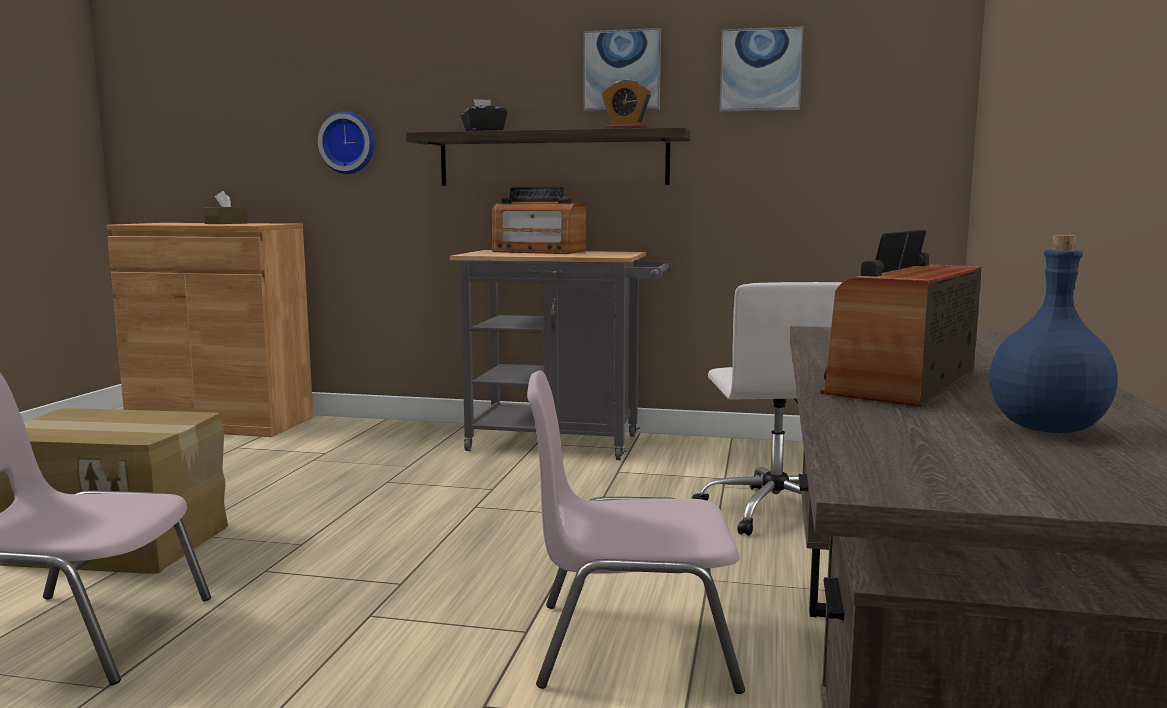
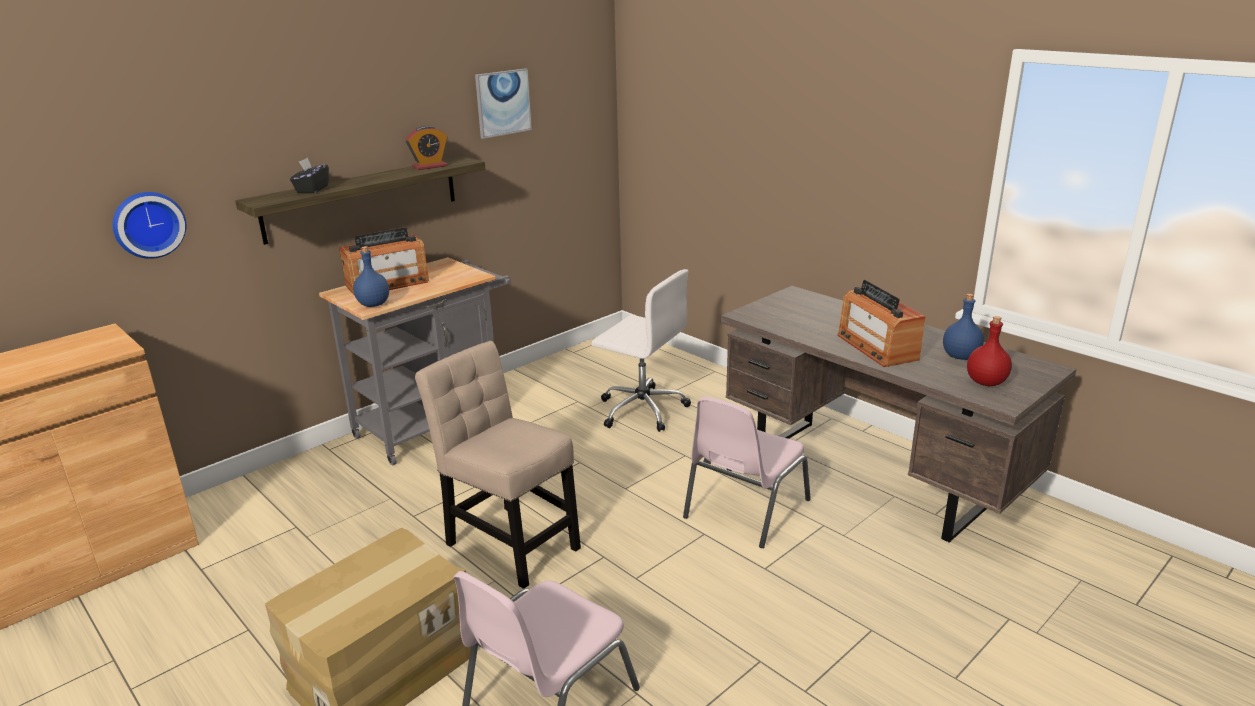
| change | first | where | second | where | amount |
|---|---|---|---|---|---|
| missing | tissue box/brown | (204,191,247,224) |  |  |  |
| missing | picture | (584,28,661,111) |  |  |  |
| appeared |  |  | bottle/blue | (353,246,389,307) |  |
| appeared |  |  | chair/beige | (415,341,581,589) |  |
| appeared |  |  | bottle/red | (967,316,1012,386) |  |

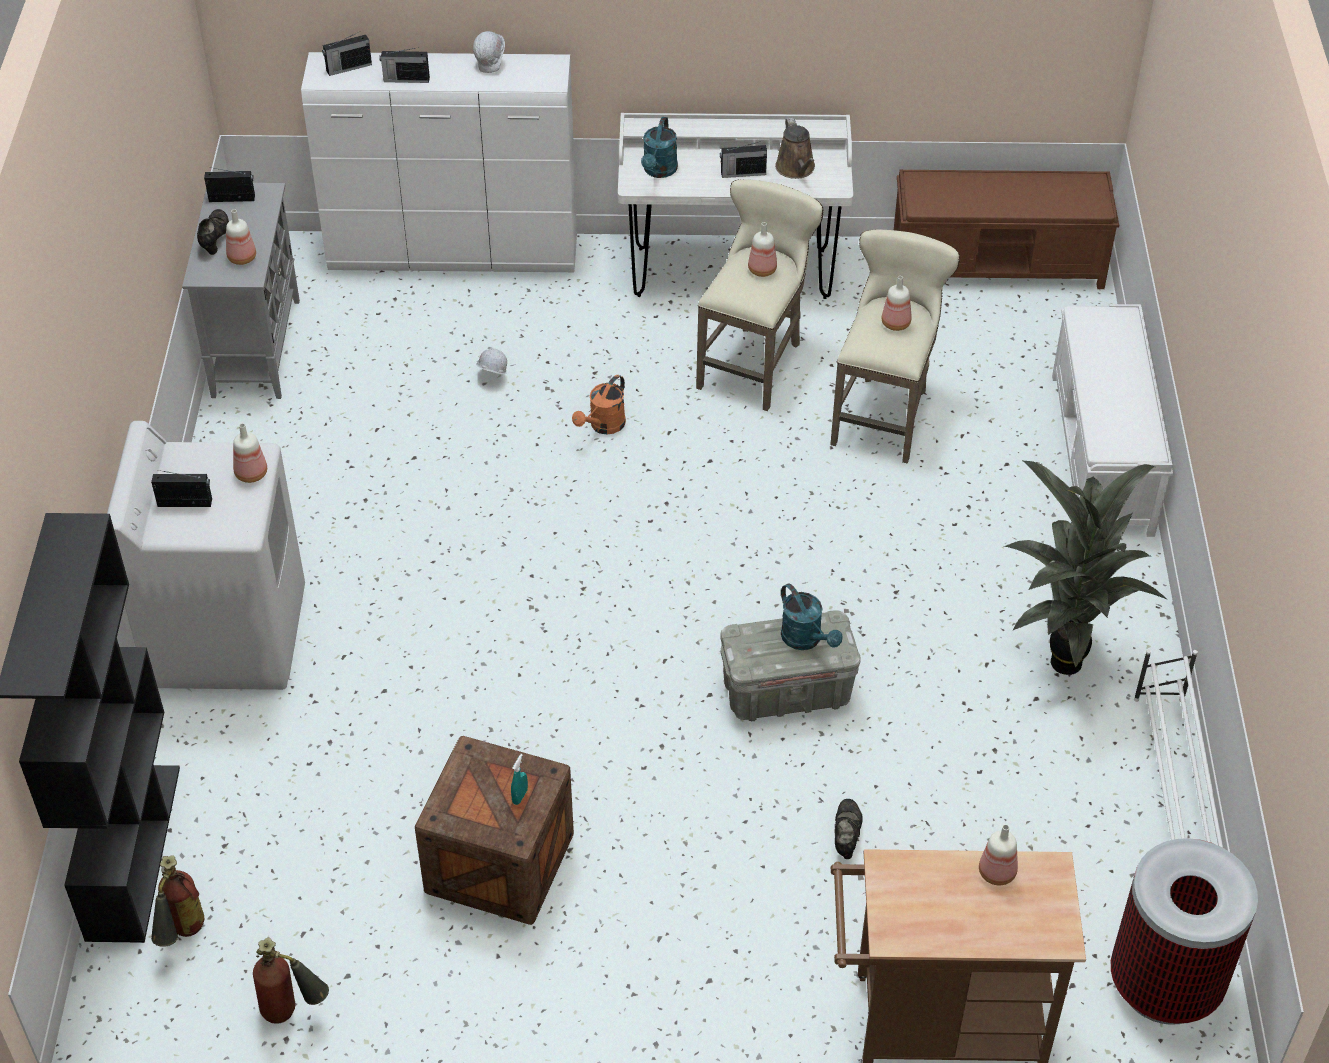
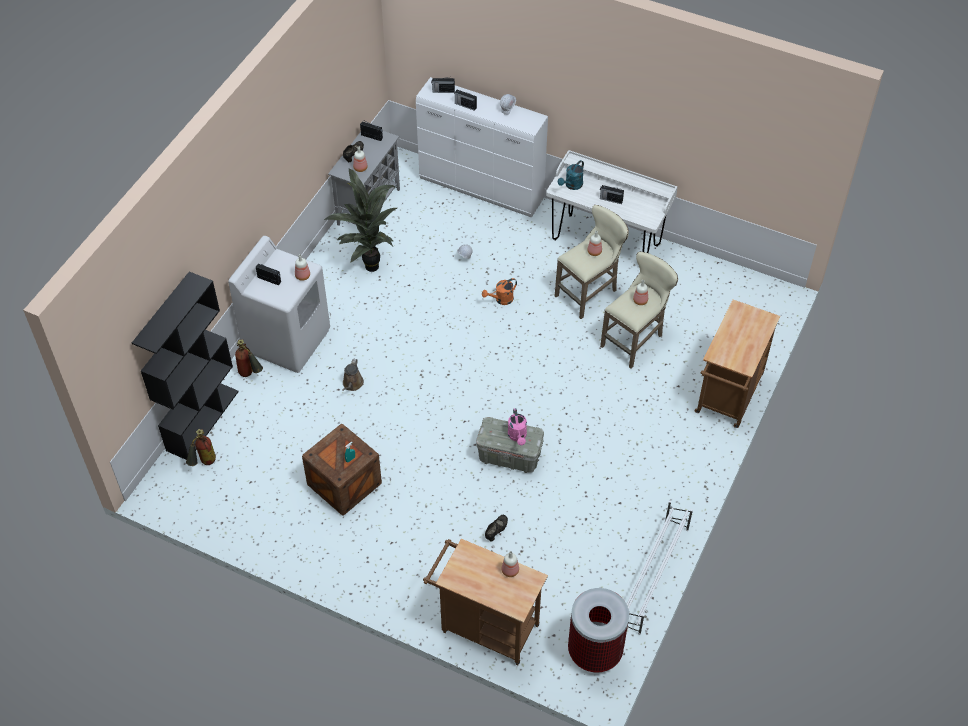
| change | first | where | second | where | amount |
|---|---|---|---|---|---|
| relocated | fire extinguisher | (253,938,329,1024) |  | (235,339,263,377) |  |
| relocated | watering can/brown | (775,118,815,179) |  | (342,359,364,391) |  |
| colour | watering can/turquoise | (781,583,842,650) | watering can/pink | (508,408,527,446) |  |
| missing | bench/brown | (894,170,1119,289) |  |  |  |
| relocated | potted plant | (1004,461,1168,675) |  | (324,168,397,272) |  |
| exchanged | bench/white | (1052,304,1173,537) | cart/brown | (695,299,780,428) |  |

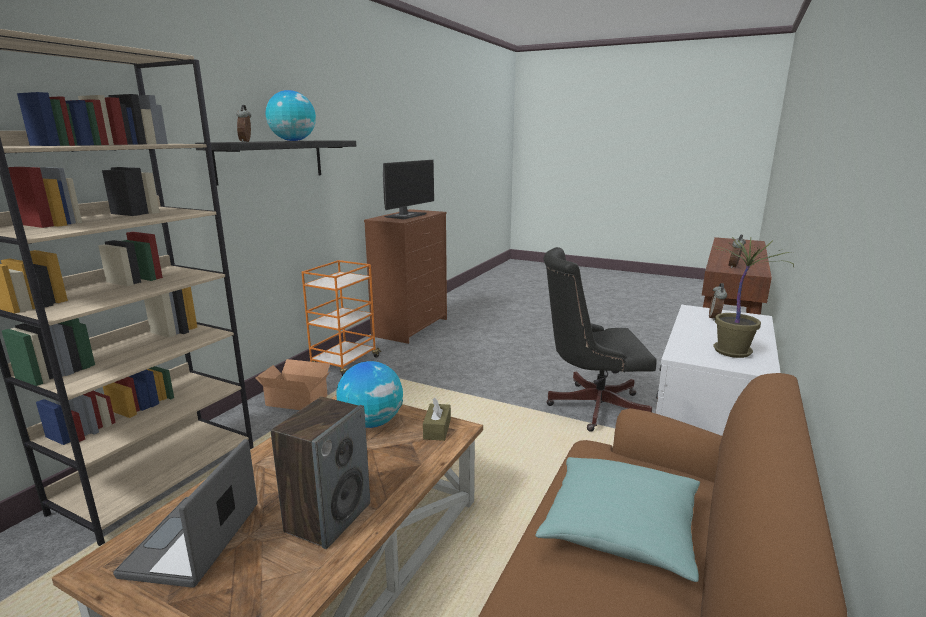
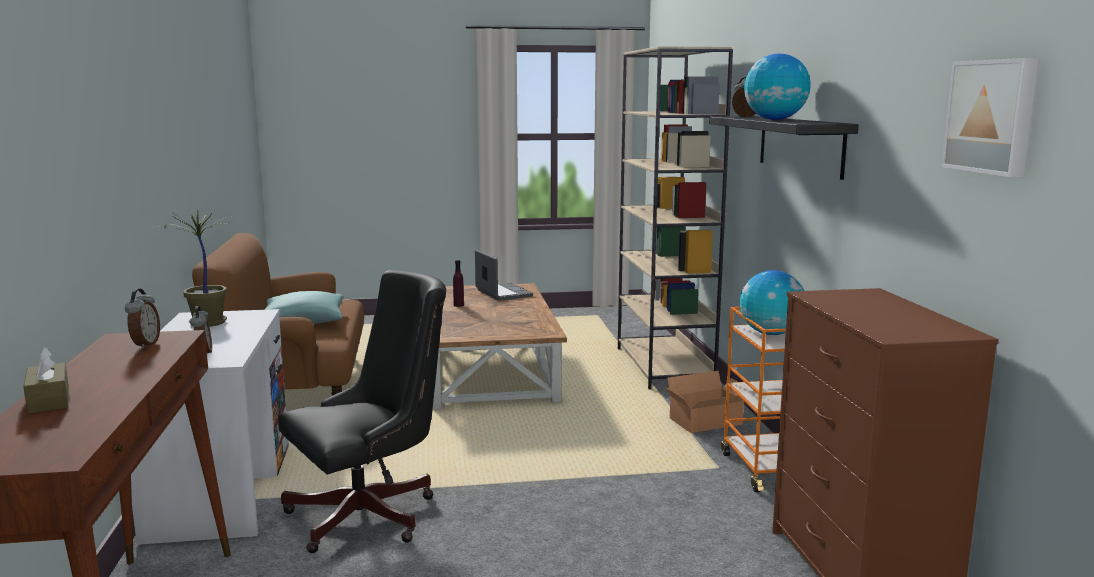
| change | first | where | second | where | amount |
|---|---|---|---|---|---|
| exchanged | speaker | (271,397,370,549) | bottle/purple | (453,260,464,307) |  |
| relocated | globe | (336,361,403,428) |  | (740,270,804,335) |  |
| missing | monitor | (383,160,434,219) |  |  |  |
| relocated | tissue box/brown | (423,398,451,441) |  | (23,347,69,414) |  |
| appeared |  |  | picture | (941,58,1039,177) |  |

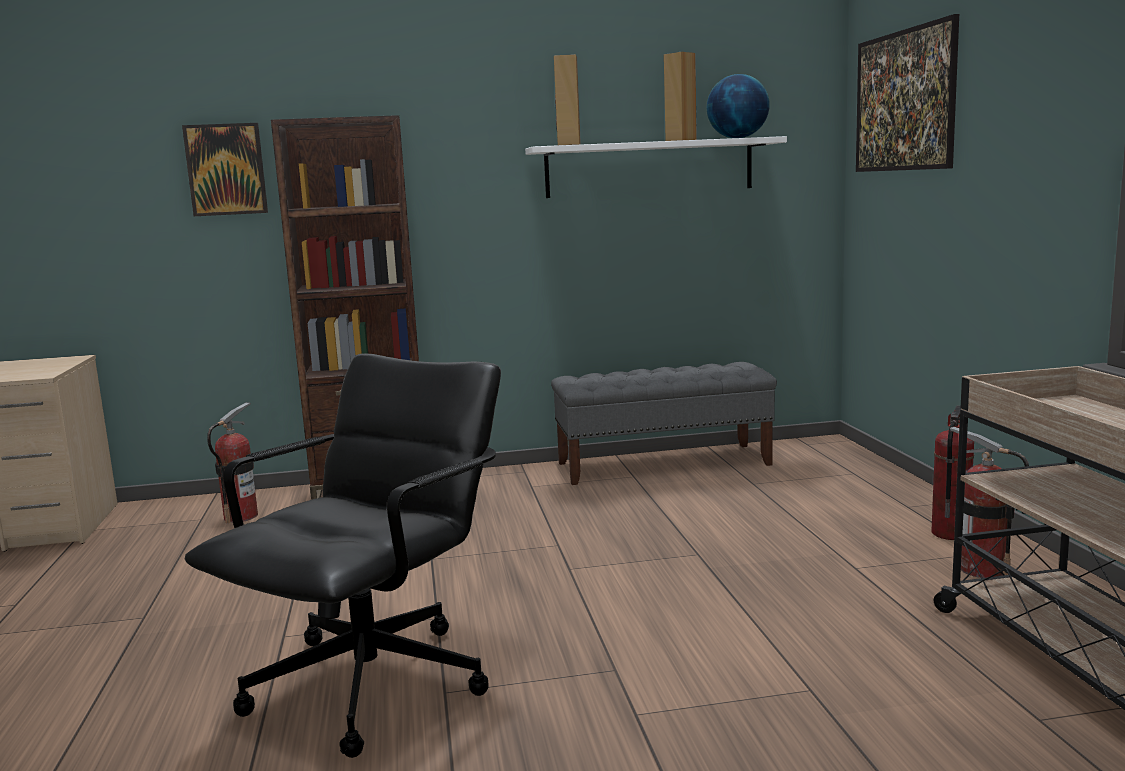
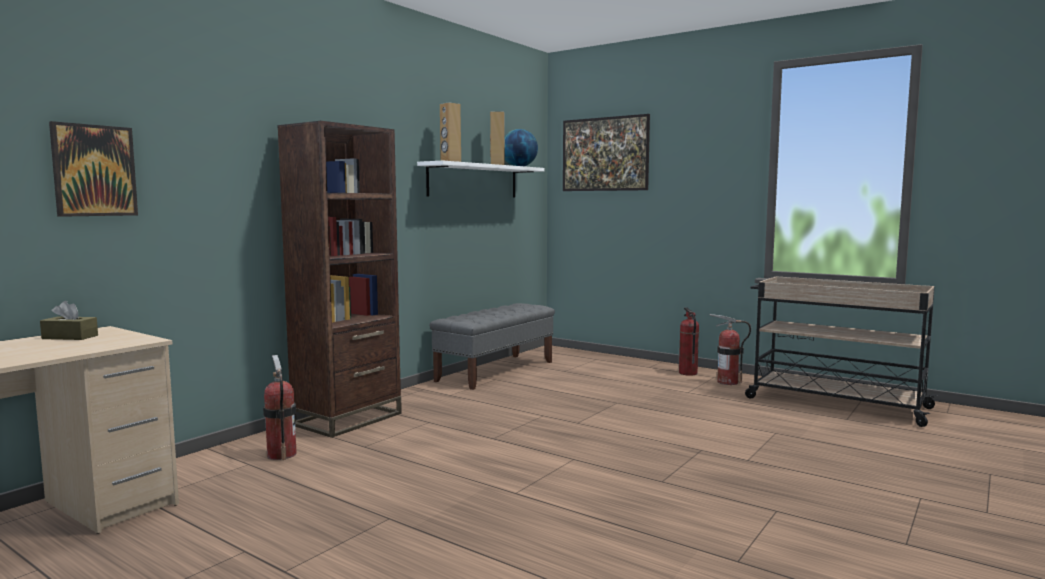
| change | first | where | second | where | amount |
|---|---|---|---|---|---|
| relocated | picture | (182,123,268,216) |  | (49,121,138,217) |  |
| missing | office chair/black | (185,354,501,758) |  |  |  |
| appeared |  |  | tissue box/brown | (40,301,98,340) |  |

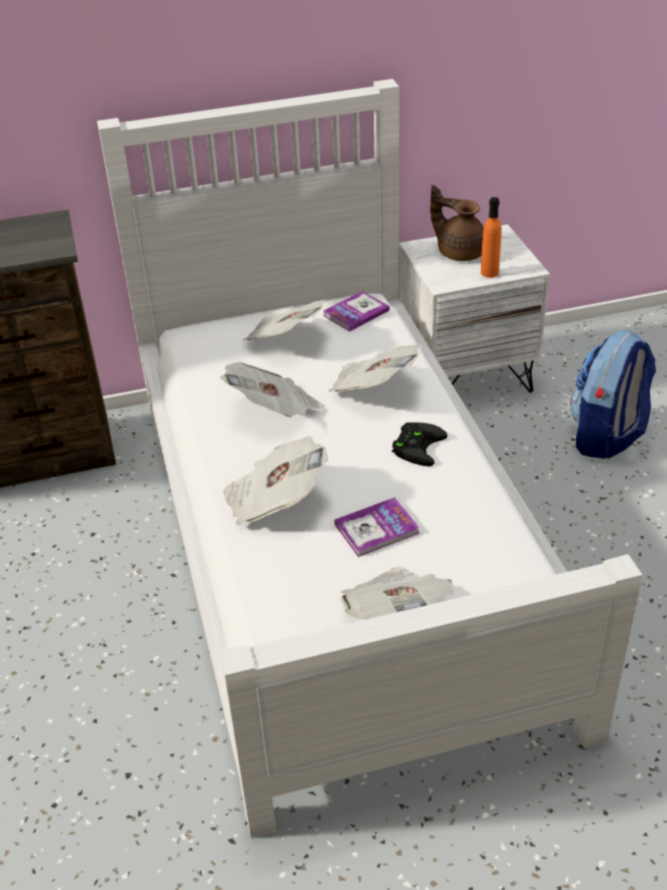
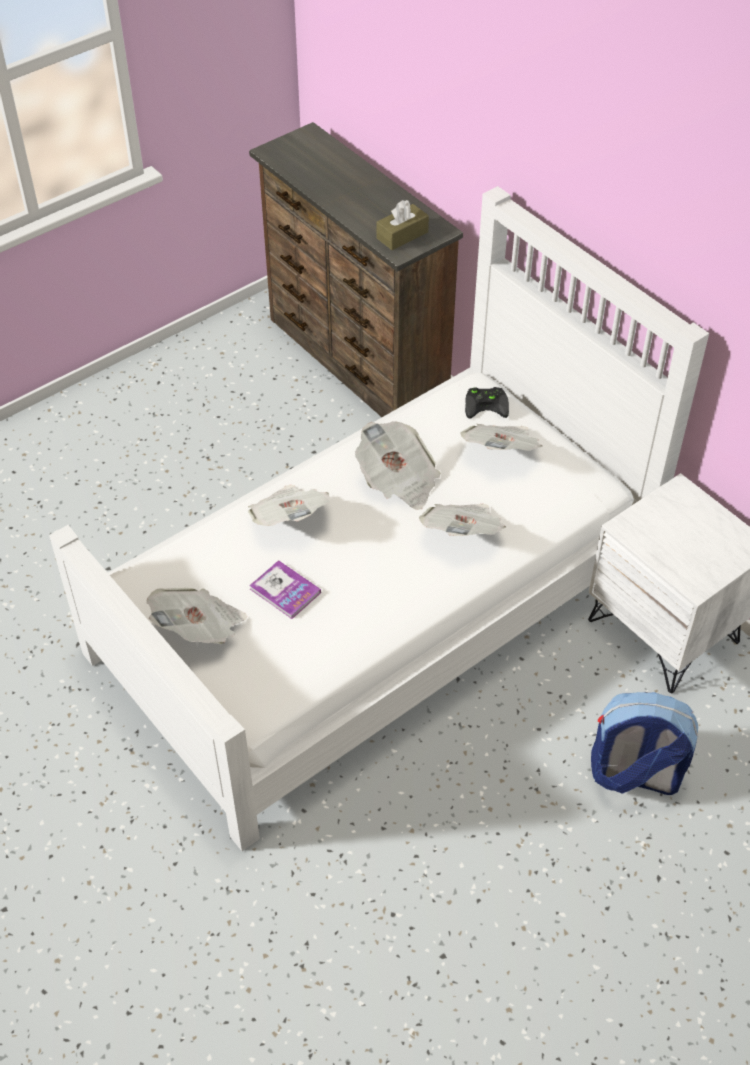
| change | first | where | second | where | amount |
|---|---|---|---|---|---|
| missing | book | (323,291,389,332) |  |  |  |
| relocated | game controller/black | (392,422,447,466) |  | (465,387,509,419) |  |
| missing | teapot/brown | (430,185,484,261) |  |  |  |
| missing | bottle/orange | (481,197,502,278) |  |  |  |
| appeared |  |  | tissue box/brown | (376,200,429,250) |  |

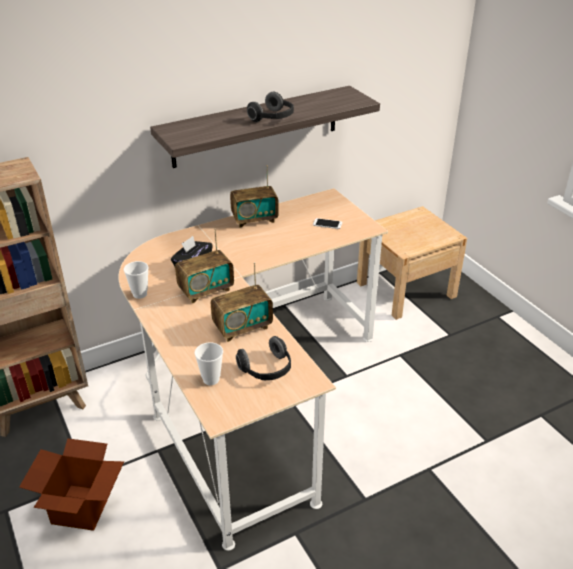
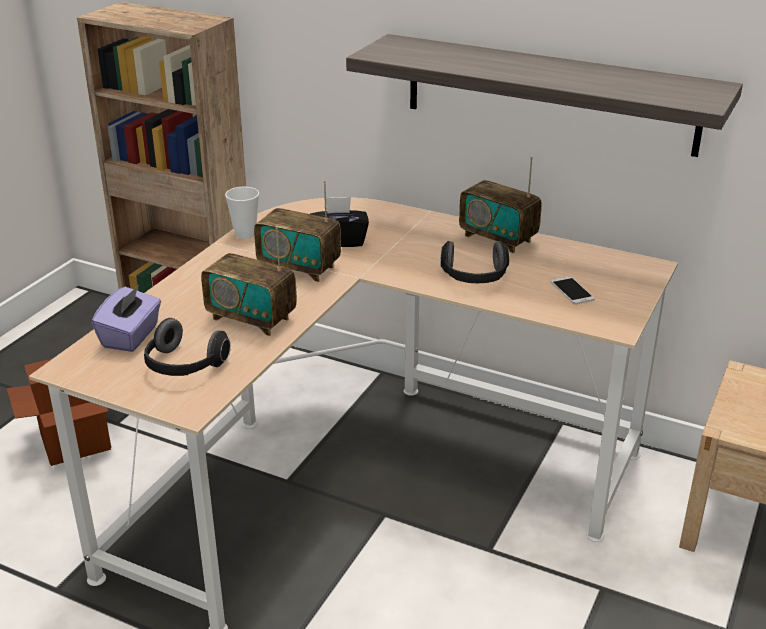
| change | first | where | second | where | amount |
|---|---|---|---|---|---|
| exchanged | cup | (195,342,223,385) | tissue box/purple | (92,285,161,352) |  |
| relocated | headphones | (247,92,294,122) |  | (440,241,510,283) |  |

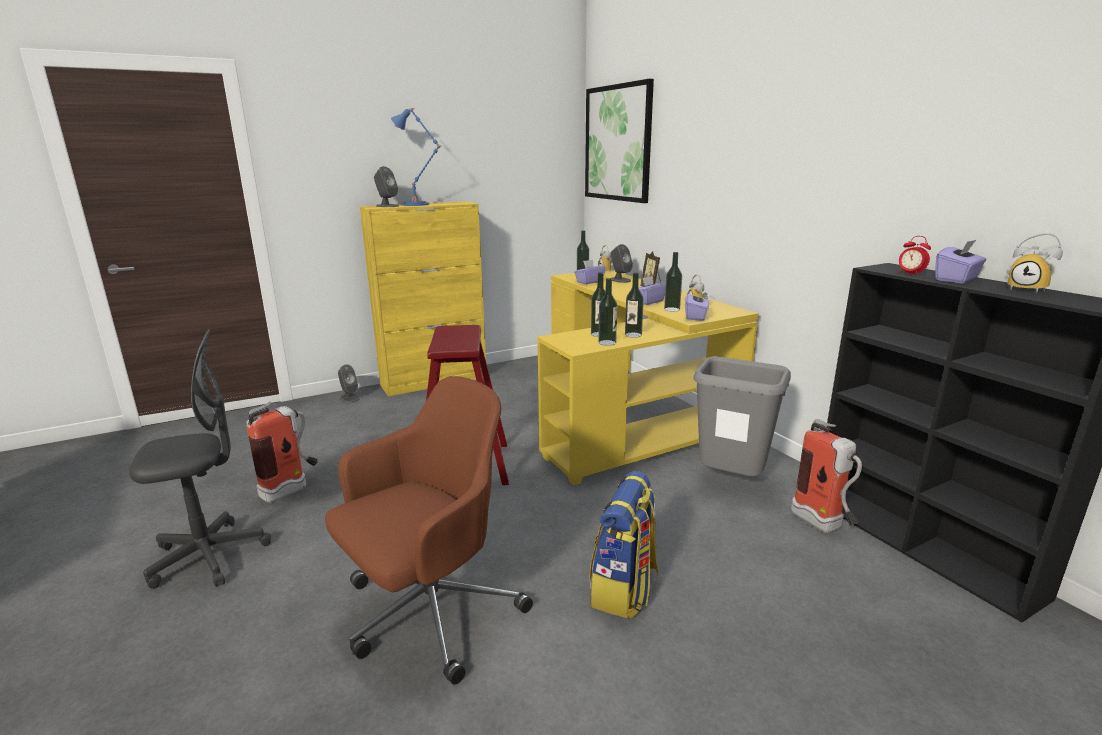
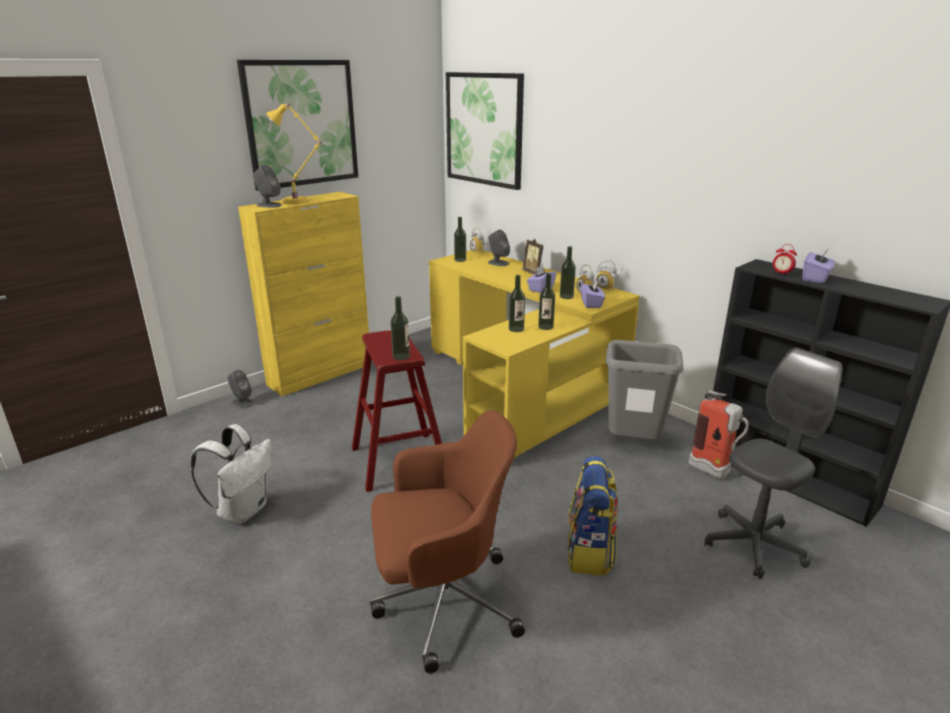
| change | first | where | second | where | amount |
|---|---|---|---|---|---|
| relocated | office chair/grey | (129,329,271,589) |  | (705,348,843,579) |  |
| exchanged | fire extinguisher | (246,402,318,503) | backpack/white | (191,424,272,524) |  |
| spun | office chair/brown | (325,376,533,685) |  | (370,410,525,673) | 45 degrees clockwise |
| colour | table lamp/blue | (391,108,441,206) | table lamp/yellow | (266,103,322,204) |  |
| missing | tissue box/purple | (574,260,606,284) |  |  |  |
| relocated | bottle | (598,278,617,346) |  | (390,296,410,361) |  |
| relocated | alarm clock | (1007,233,1063,293) |  | (596,260,617,290) |  |
| appeared |  |  | picture | (237,60,358,191) |  |

